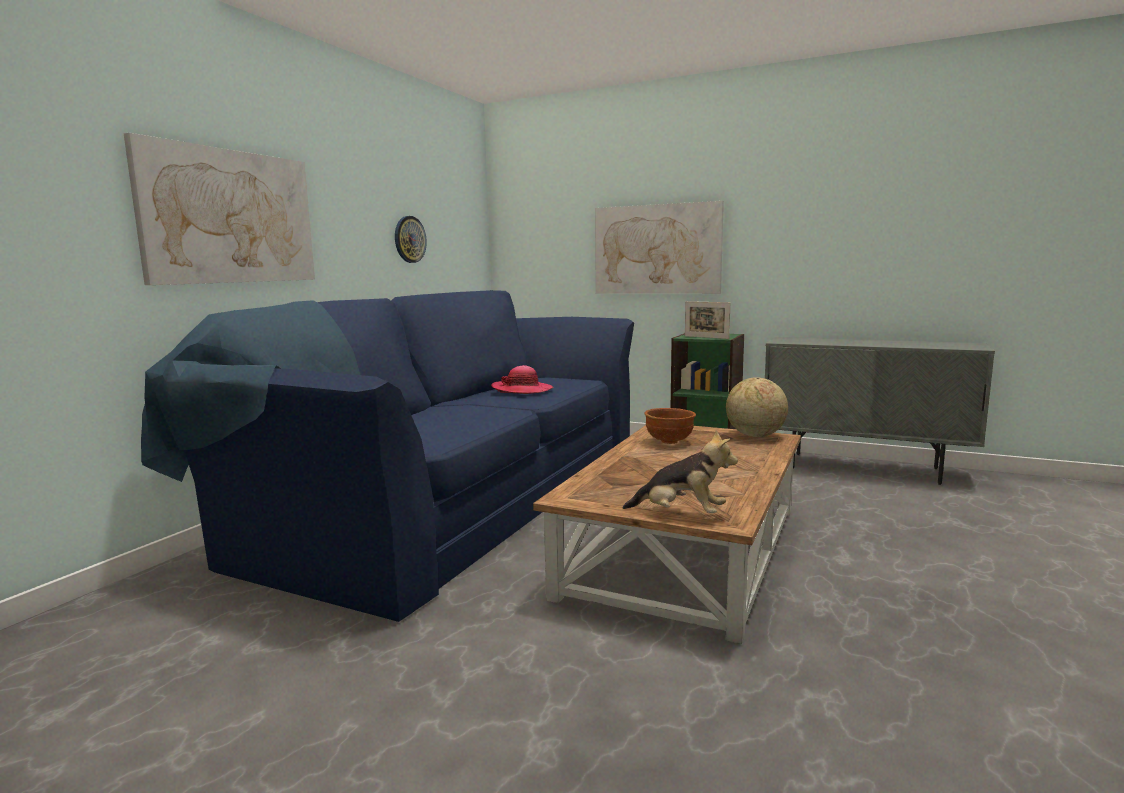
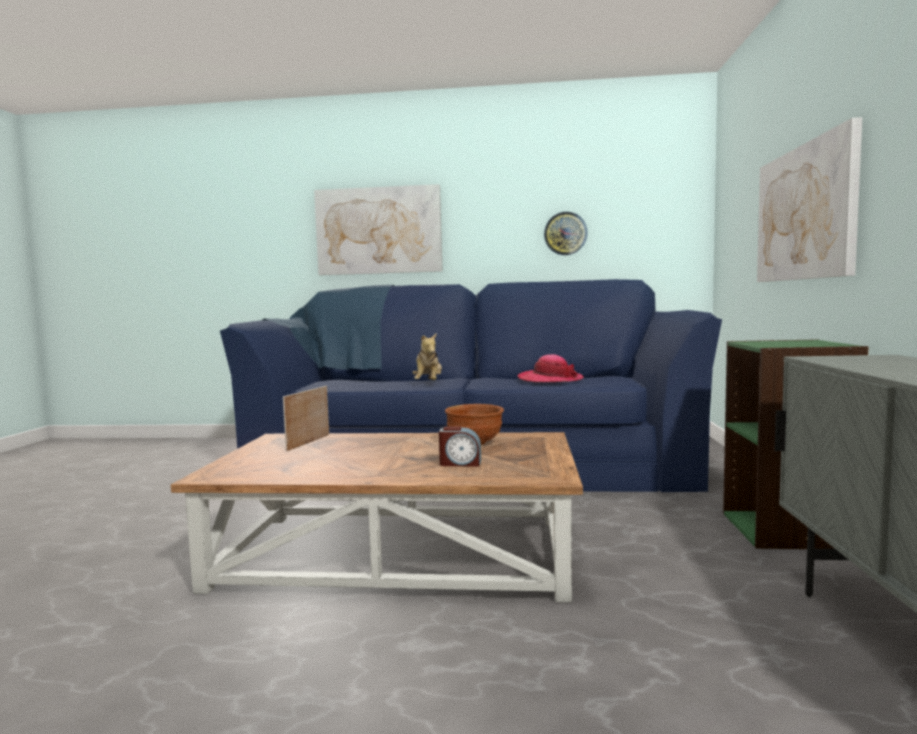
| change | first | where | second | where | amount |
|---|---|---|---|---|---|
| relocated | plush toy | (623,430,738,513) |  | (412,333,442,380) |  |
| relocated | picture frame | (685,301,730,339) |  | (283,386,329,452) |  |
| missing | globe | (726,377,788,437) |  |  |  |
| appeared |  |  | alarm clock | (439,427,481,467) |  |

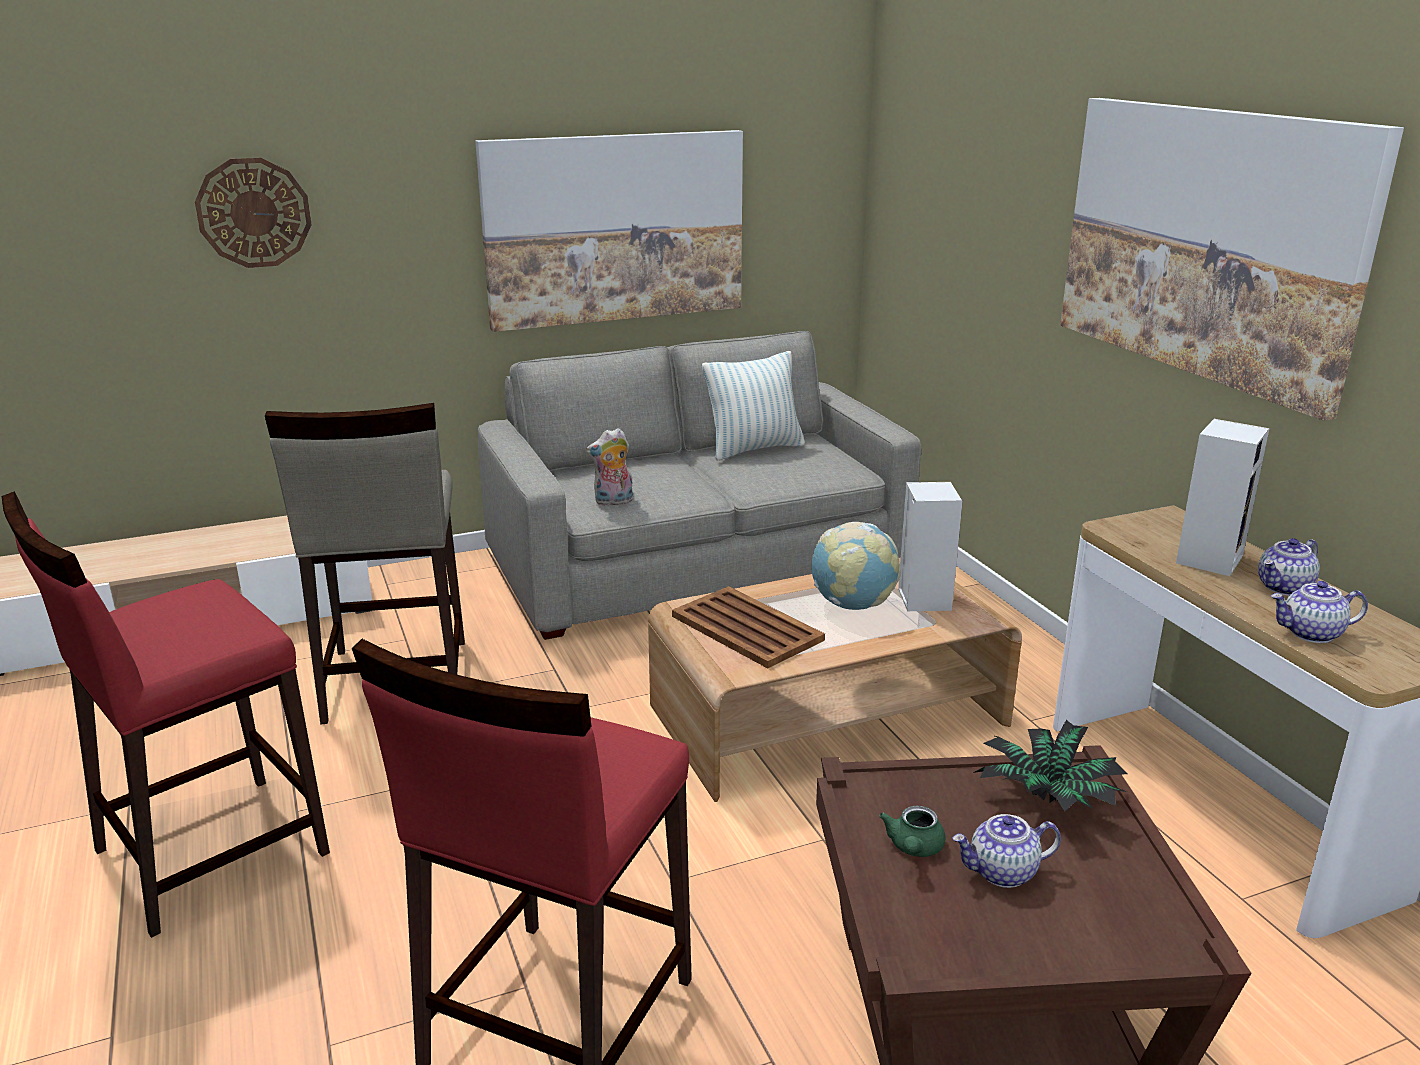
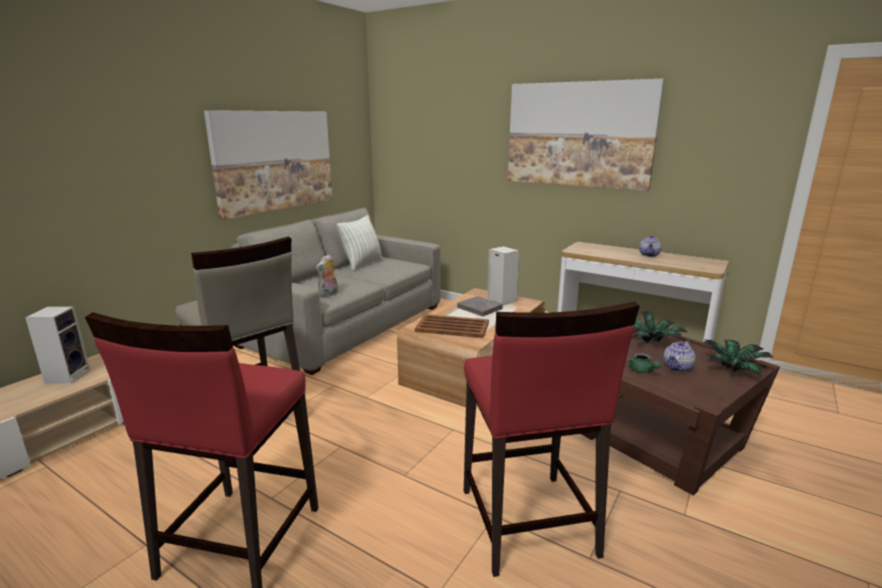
| change | first | where | second | where | amount |
|---|---|---|---|---|---|
| missing | wall clock | (195,158,312,268) |  |  |  |
| exchanged | globe | (811,522,901,610) | book/grey | (457,296,503,316) |  |
| relocated | speaker | (1176,419,1270,576) |  | (25,307,90,383) |  |
| missing | teapot | (1271,581,1368,643) |  |  |  |
| appeared |  |  | potted plant | (703,340,774,376) |  |

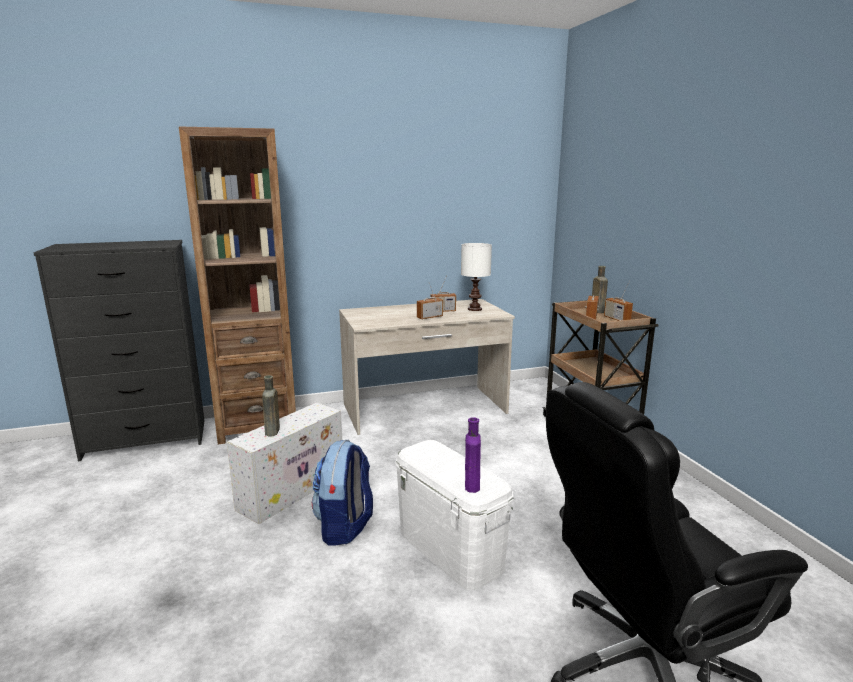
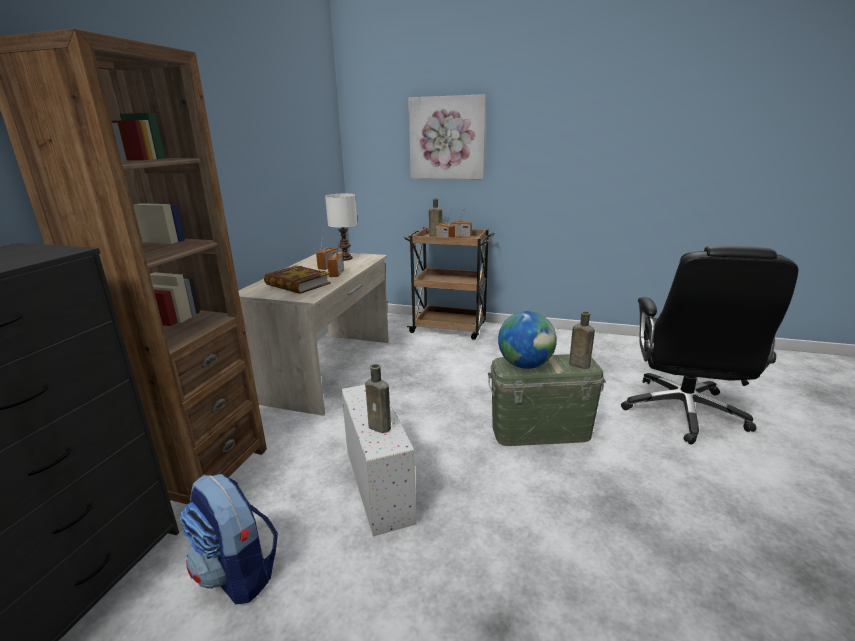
| change | first | where | second | where | amount |
|---|---|---|---|---|---|
| relocated | backpack | (312,440,373,546) |  | (180,474,278,605) |  |
| colour | storage box/white | (395,440,513,590) | storage box/green | (488,354,606,446) |  |
| colour | bottle/purple | (465,417,481,493) | bottle/brown | (569,311,595,369) |  |
| appeared |  |  | book | (264,265,331,294) |  |
| appeared |  |  | picture | (408,94,486,179) |  |
| appeared |  |  | globe | (498,311,557,369) |  |

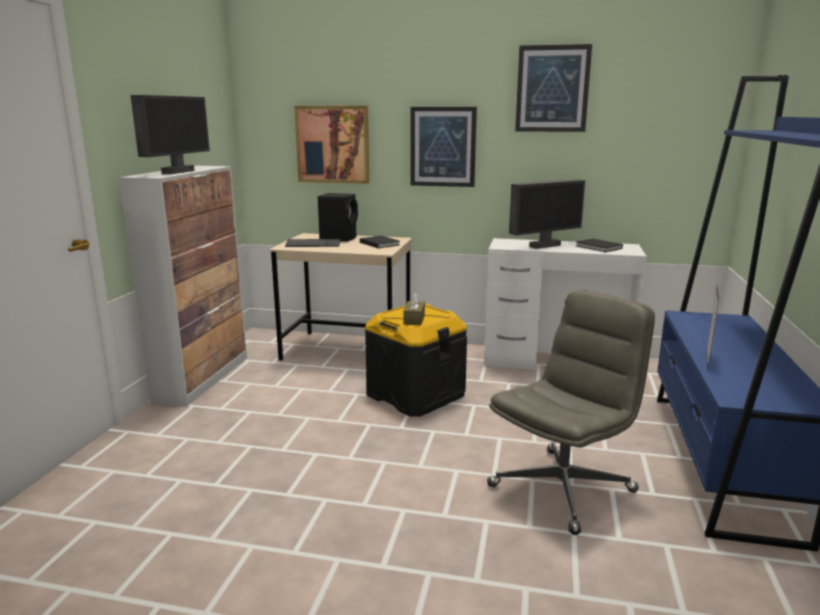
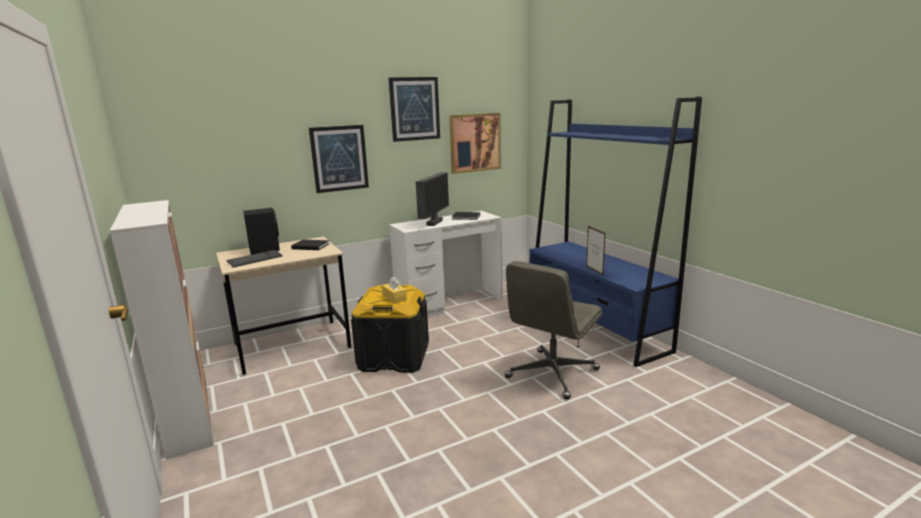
| change | first | where | second | where | amount |
|---|---|---|---|---|---|
| missing | monitor | (131,95,210,174) |  |  |  |
| relocated | picture | (294,106,369,184) |  | (449,113,501,174) |  |
| colour | tissue box/brown | (403,293,425,325) | tissue box/yellow | (382,277,407,304) |  |
| spun | office chair/grey | (487,290,655,535) |  | (505,261,602,400) | 150 degrees counterclockwise |

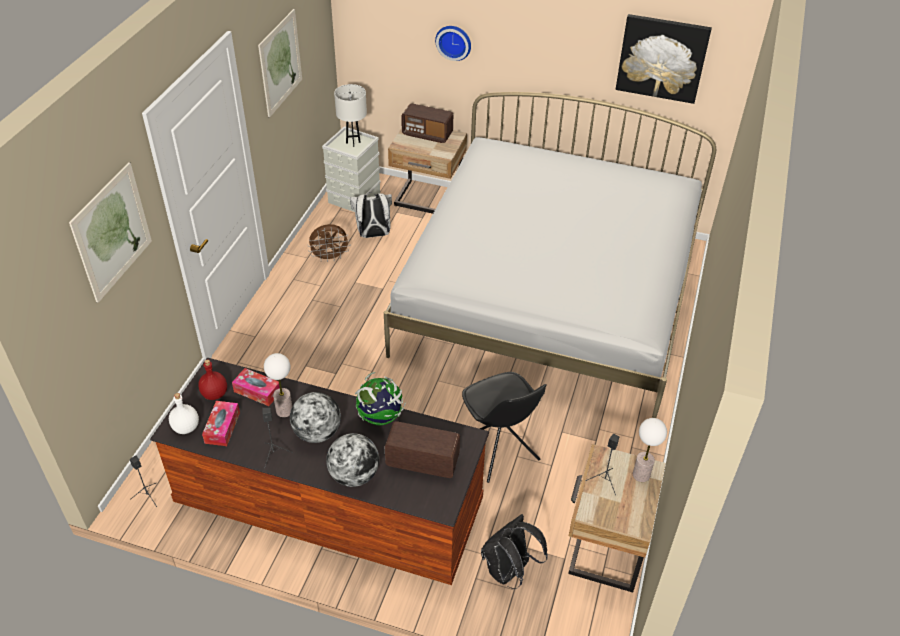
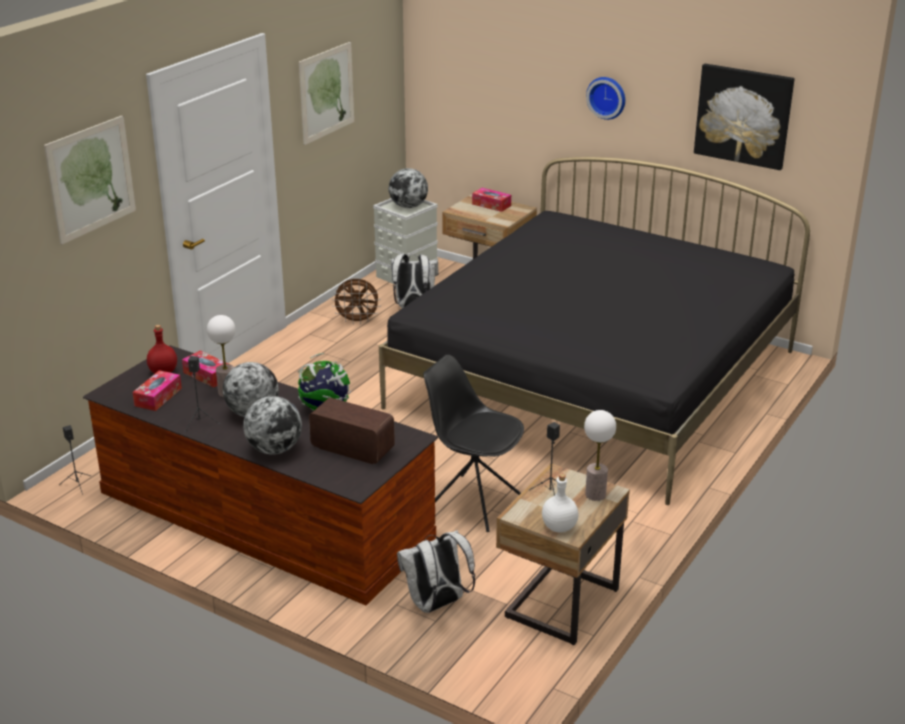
| change | first | where | second | where | amount |
|---|---|---|---|---|---|
| relocated | bottle/white | (169,393,199,434) |  | (542,474,579,532) |  |
| exchanged | table lamp/white | (334,84,367,147) | globe | (389,168,428,208) |  |
| colour | bed/white | (384,92,716,418) | bed/black | (379,157,810,505) |  |
| exchanged | radio | (401,103,453,143) | tissue box | (472,188,511,212) |  |
| relocated | wall clock | (435,26,471,61) |  | (586,77,625,120) |  |
| spun | chair/black | (462,372,546,483) |  | (423,354,524,532) | 135 degrees clockwise |
| colour | backpack/black | (481,514,548,589) | backpack/white | (397,530,475,613) |  |

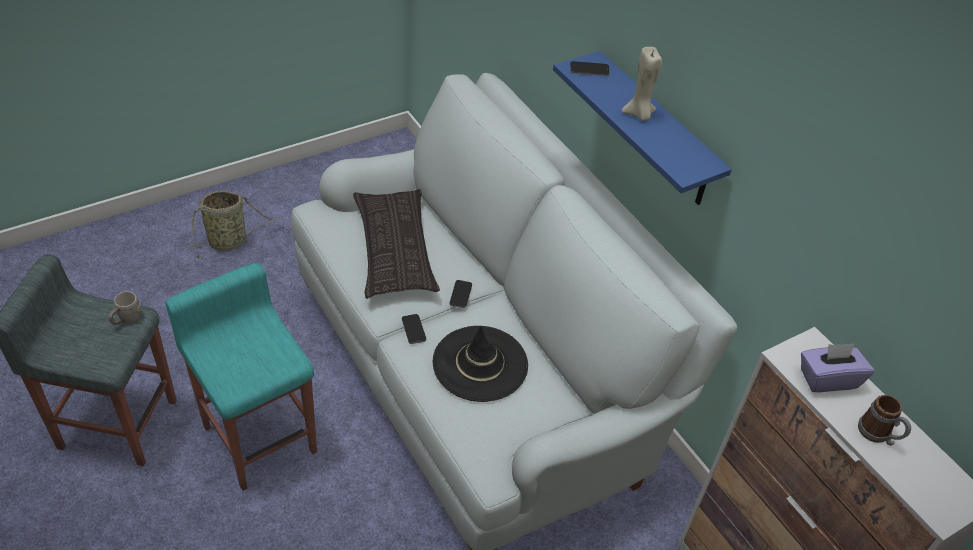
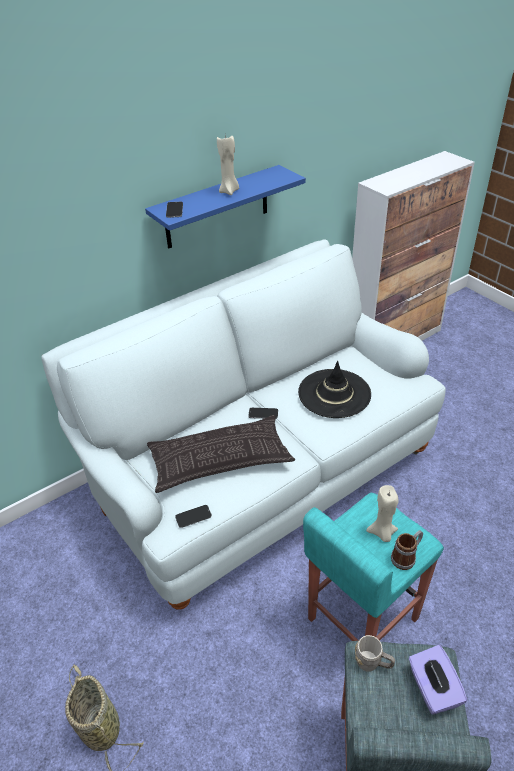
| change | first | where | second | where | amount |
|---|---|---|---|---|---|
| relocated | phone | (402,314,426,344) |  | (175,505,212,528) |  |
| relocated | tissue box/purple | (801,344,874,392) |  | (409,645,467,714) |  |
| relocated | mug | (858,395,911,446) |  | (391,530,423,570) |  |
| appeared |  |  | candle/beige | (366,485,398,542) |  |

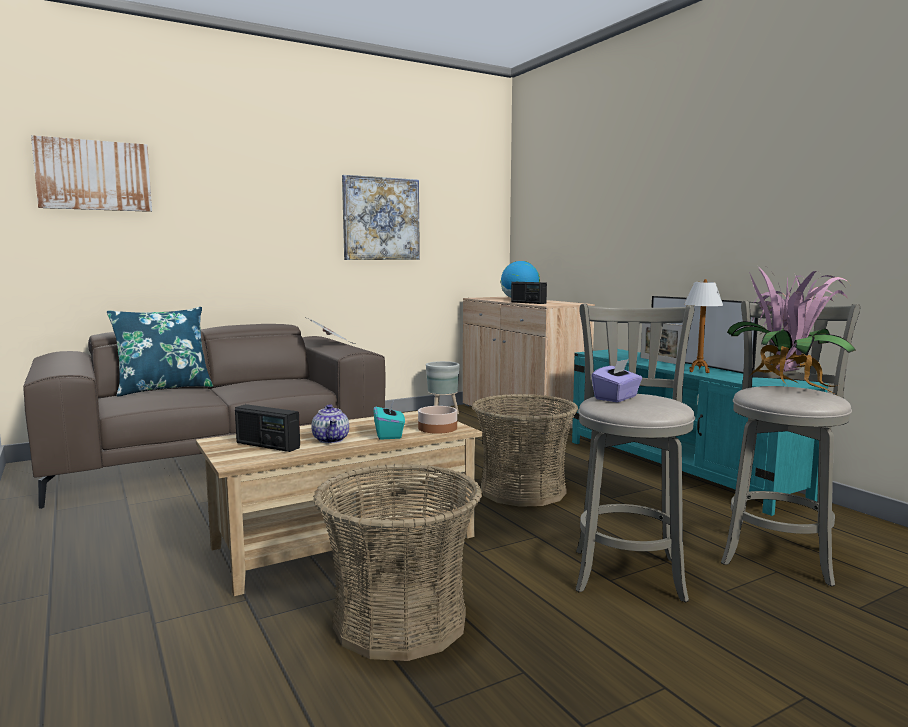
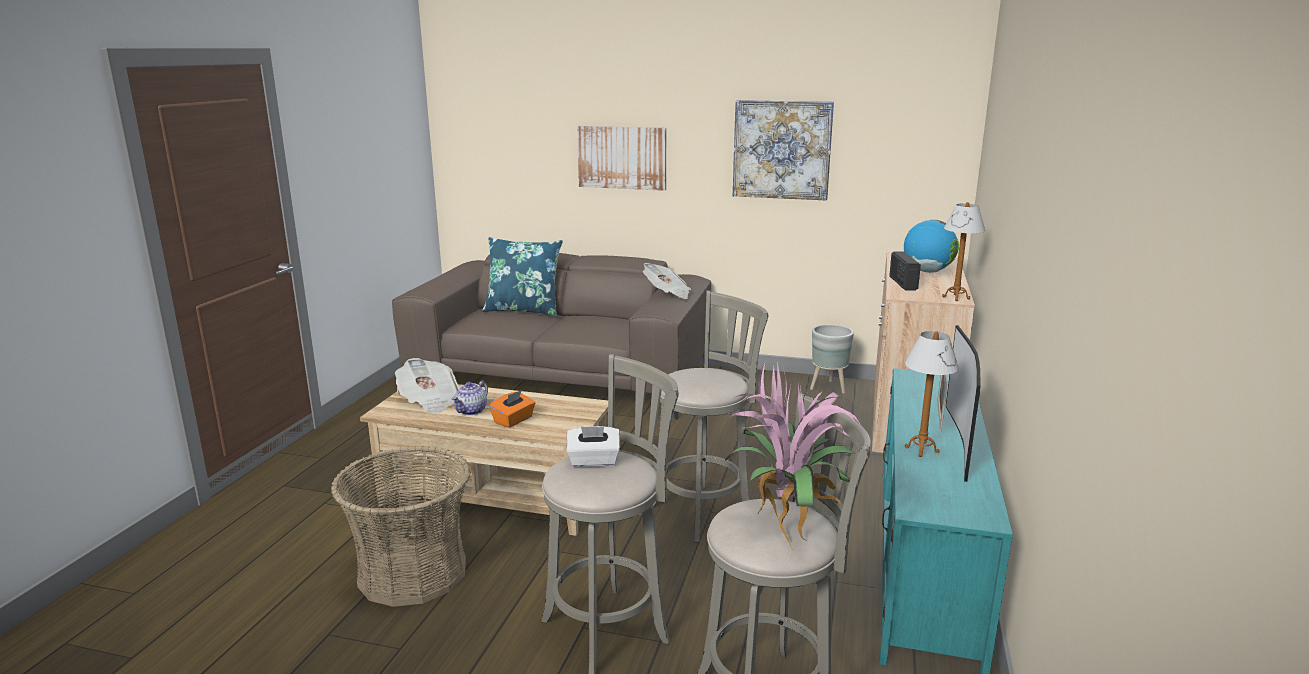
| change | first | where | second | where | amount |
|---|---|---|---|---|---|
| relocated | picture | (31,135,152,212) |  | (577,126,666,191) |  |
| exchanged | radio | (235,404,300,452) | newspaper | (395,358,459,414) |  |
| colour | tissue box/turquoise | (373,398,405,440) | tissue box/orange | (489,390,535,428) |  |
| missing | bowl | (418,406,457,434) |  |  |  |
| exchanged | basket | (472,394,578,507) | stool/grey | (653,291,768,543) |  |
| colour | tissue box/purple | (591,359,642,402) | tissue box/white | (567,426,620,467) |  |
| appeared |  |  | table lamp | (942,202,985,301) |  |

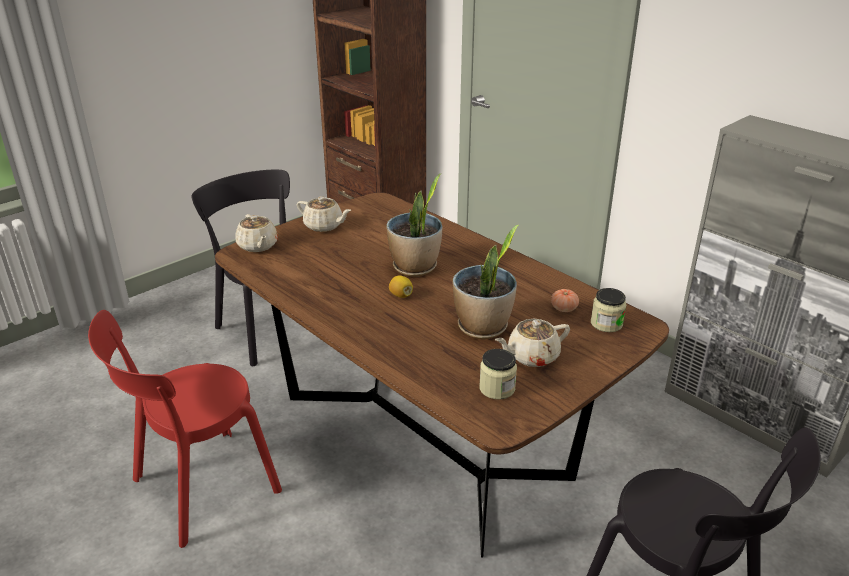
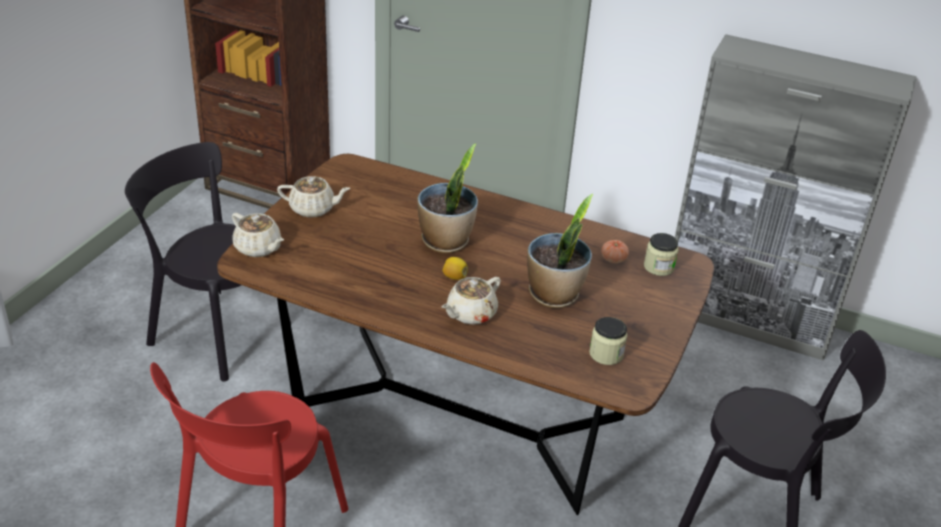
| change | first | where | second | where | amount |
|---|---|---|---|---|---|
| relocated | teapot/beige | (495,319,570,367) |  | (442,277,501,325) |  |

